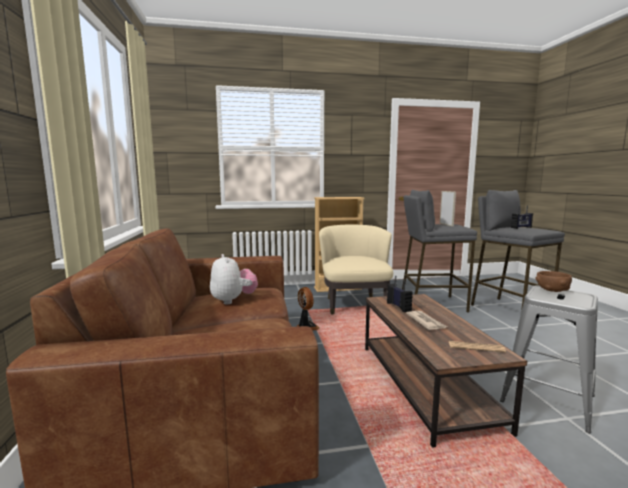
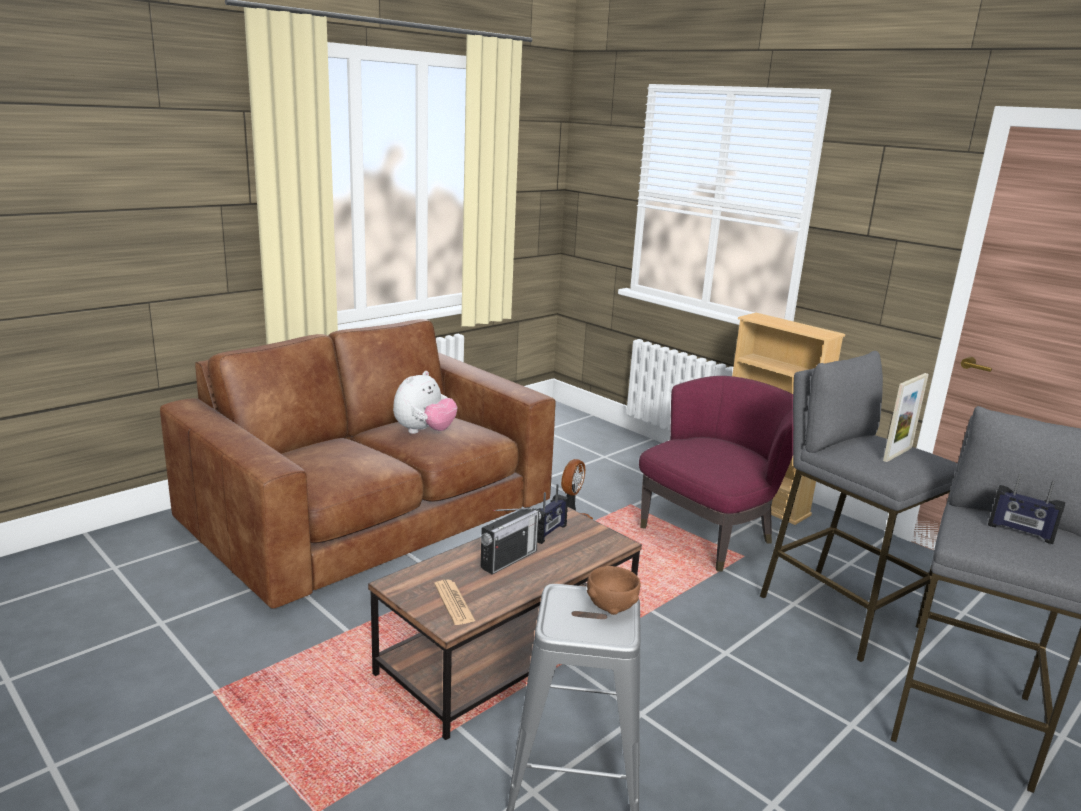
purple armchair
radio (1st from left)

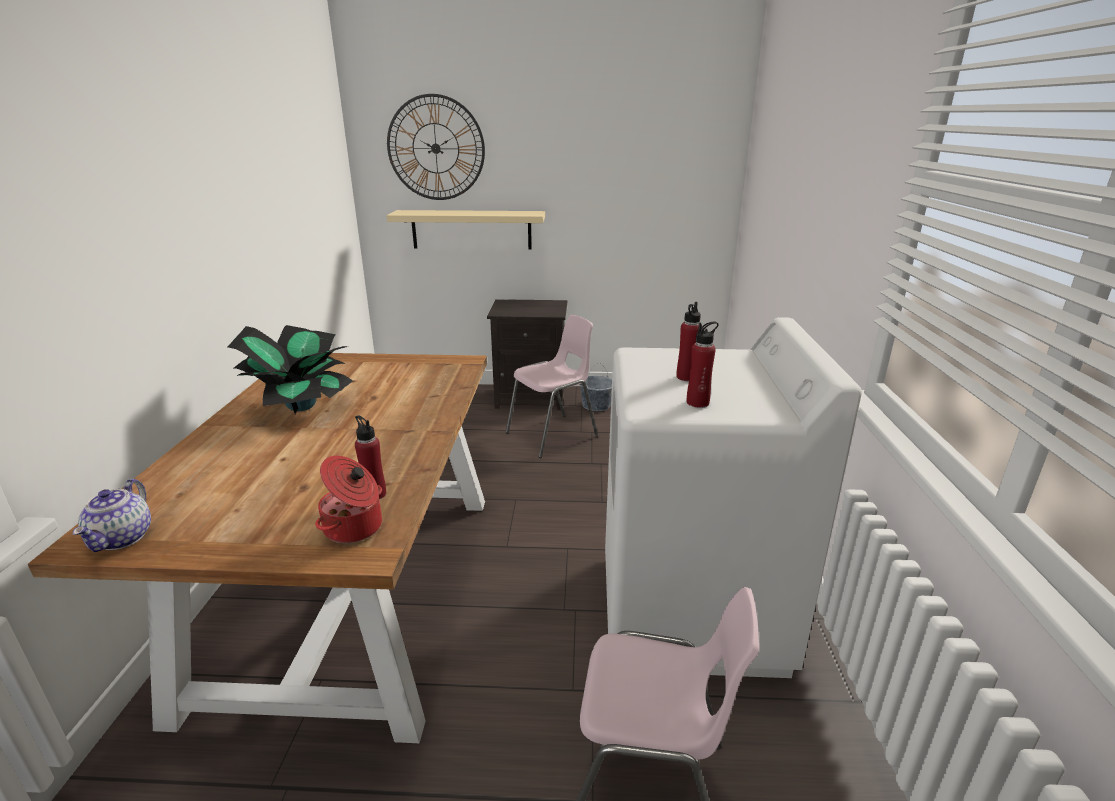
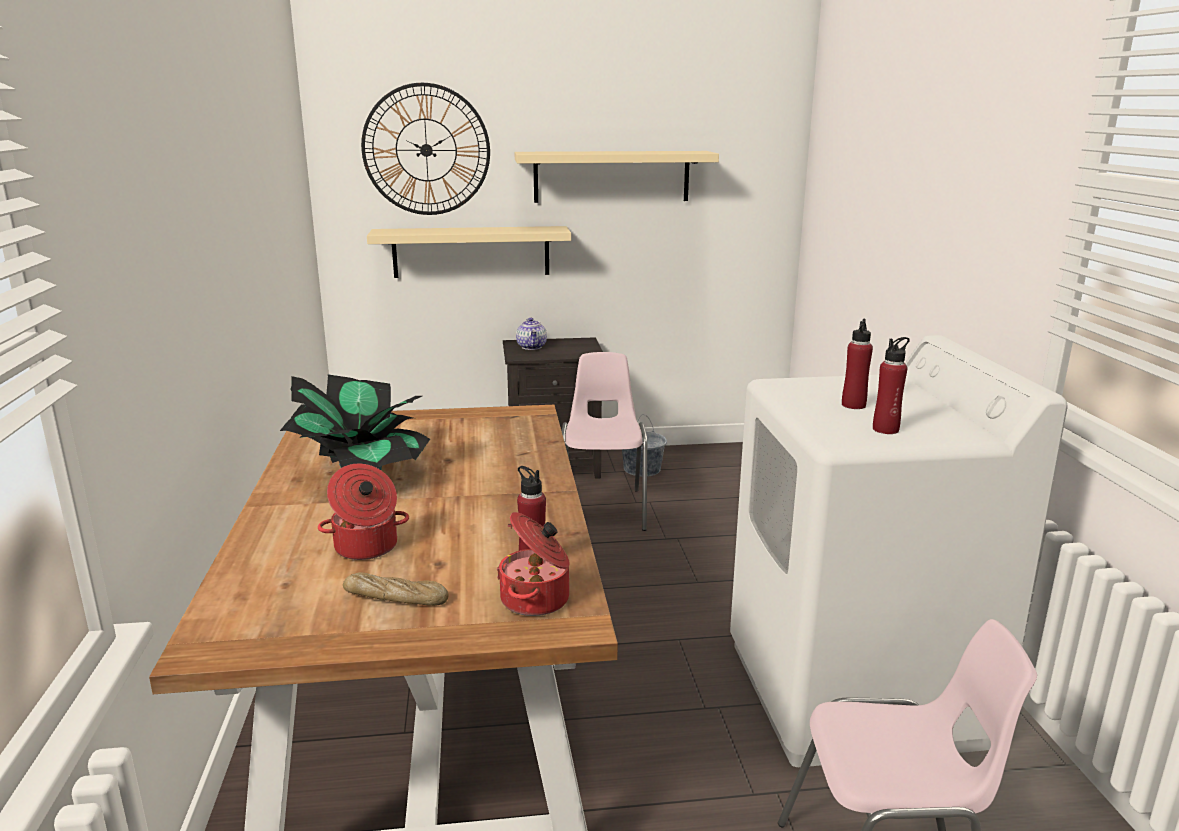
teapot
pink chair (1st from left)
cooking pot (1st from left)
bread
beige shelf (2nd from left)

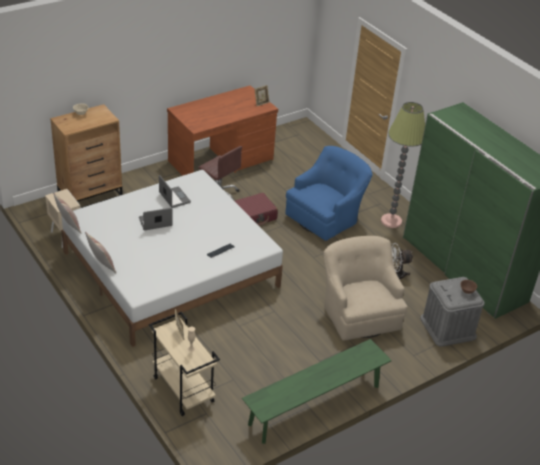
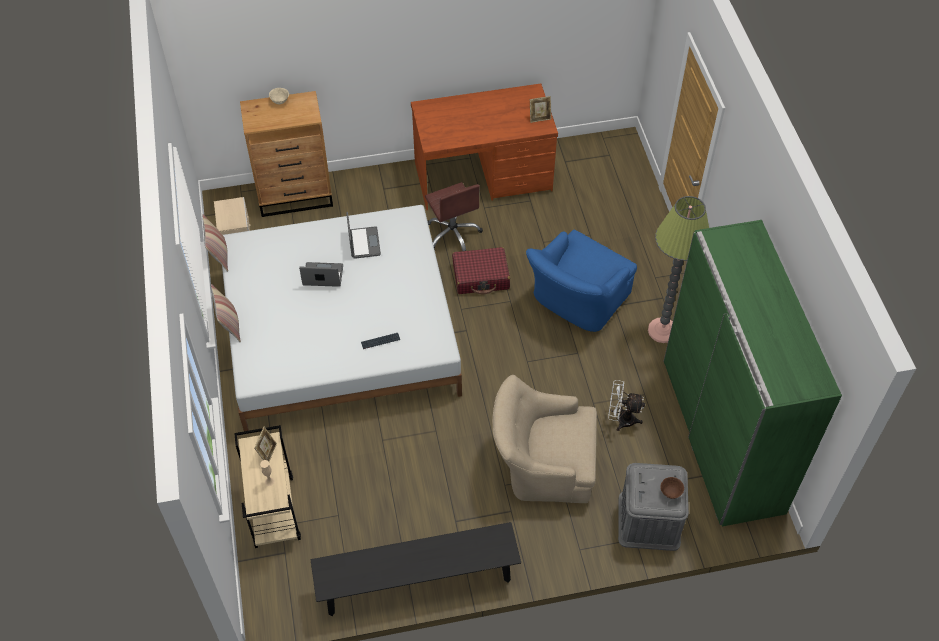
black bench
blue armchair
beige armchair

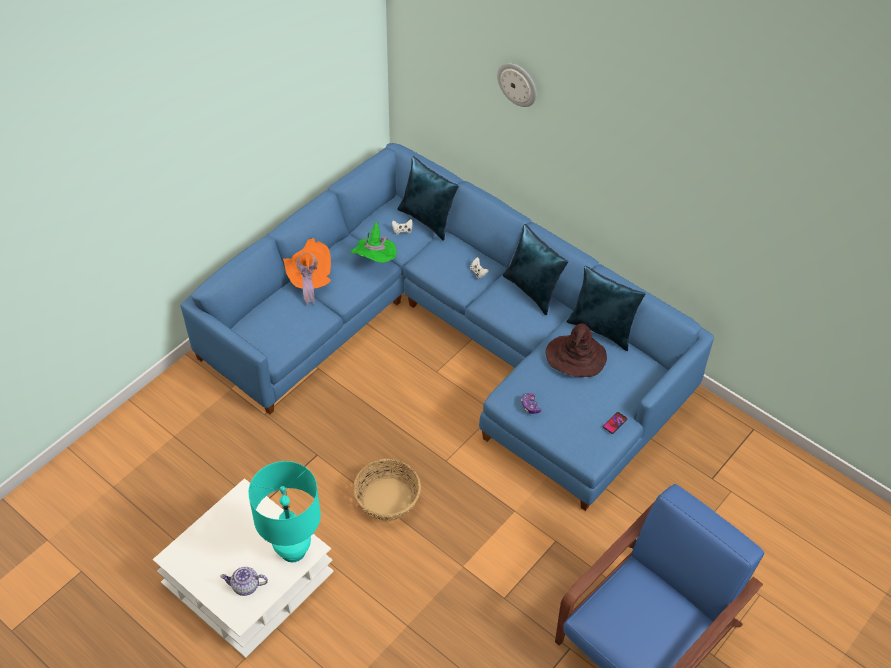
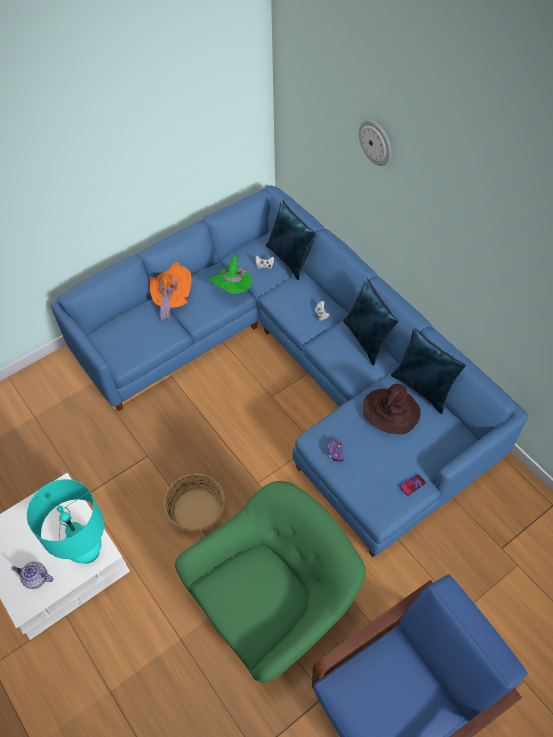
green armchair

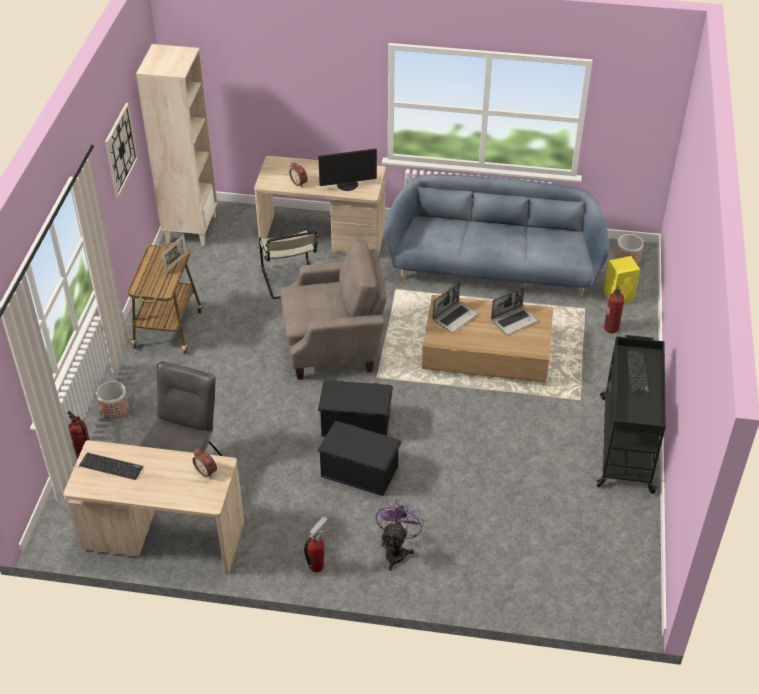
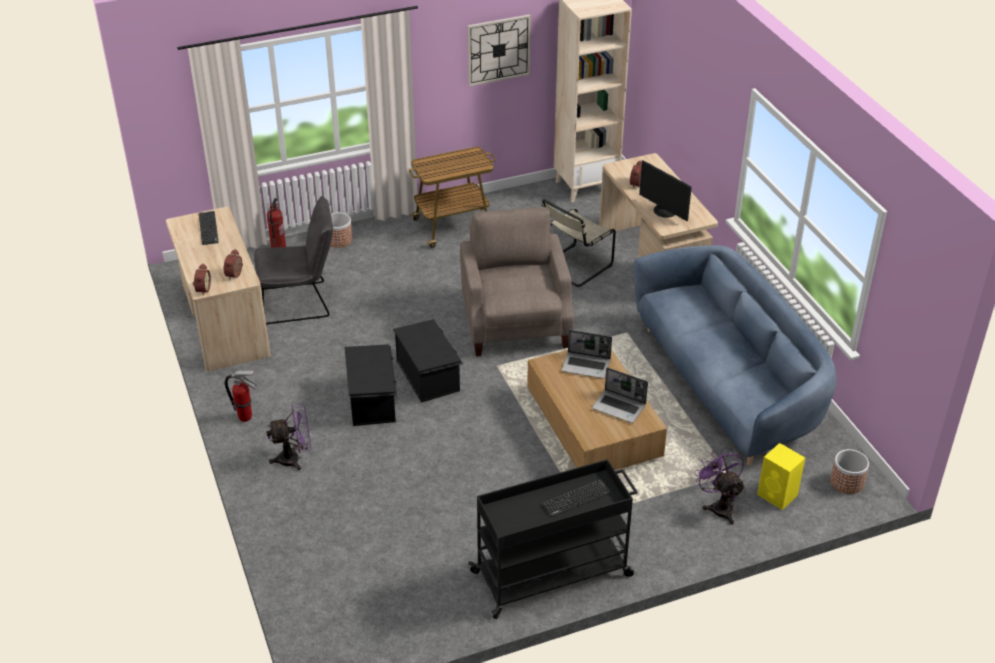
picture frame
beige armchair
purple fan (2nd from left)
alarm clock (1st from left)

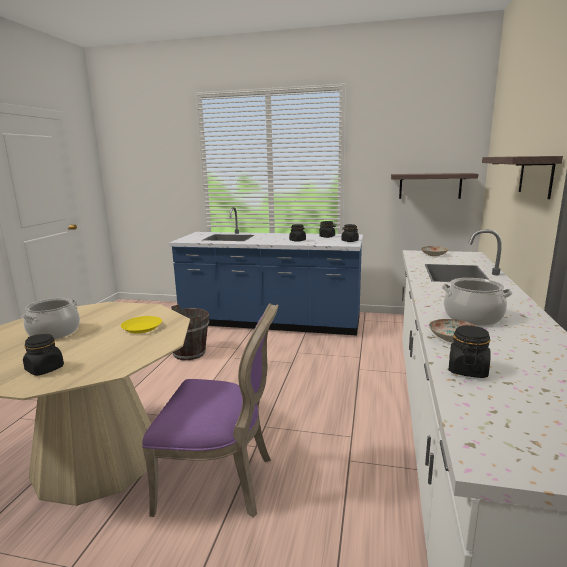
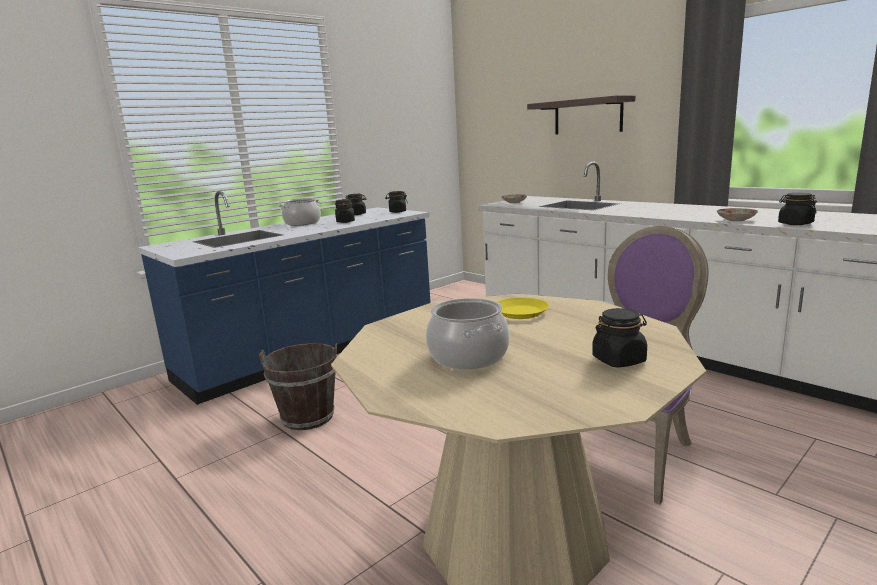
shelf (1st from left in the first image)
cooking pot (1st from left)

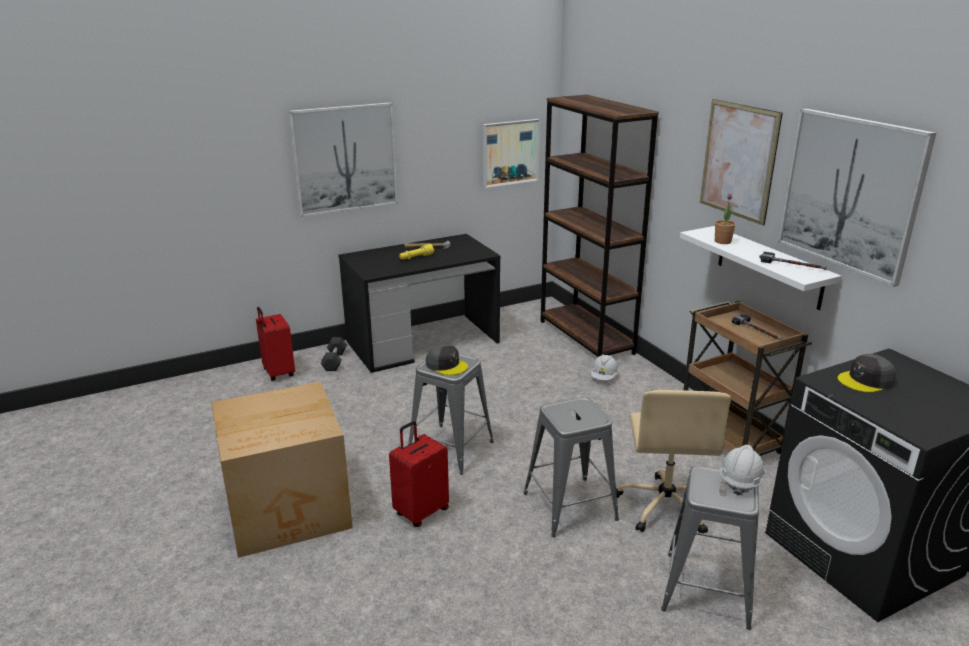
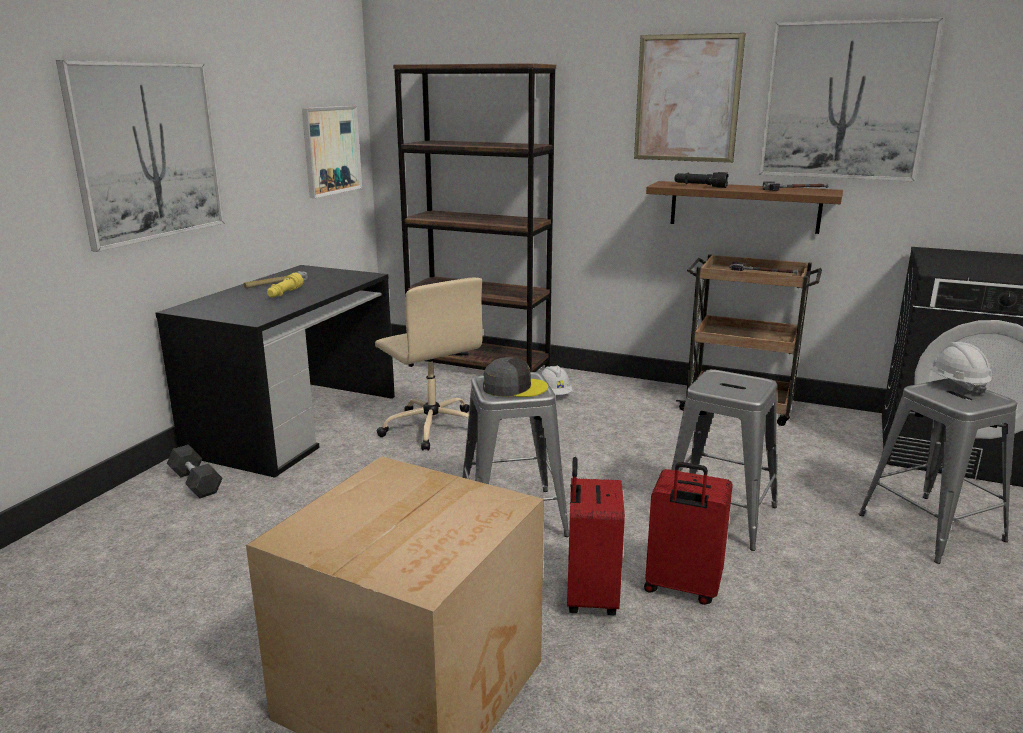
red suitcase (2nd from left)
beige office chair
brown shelf
black flashlight
grey cap (2nd from left in the first image)

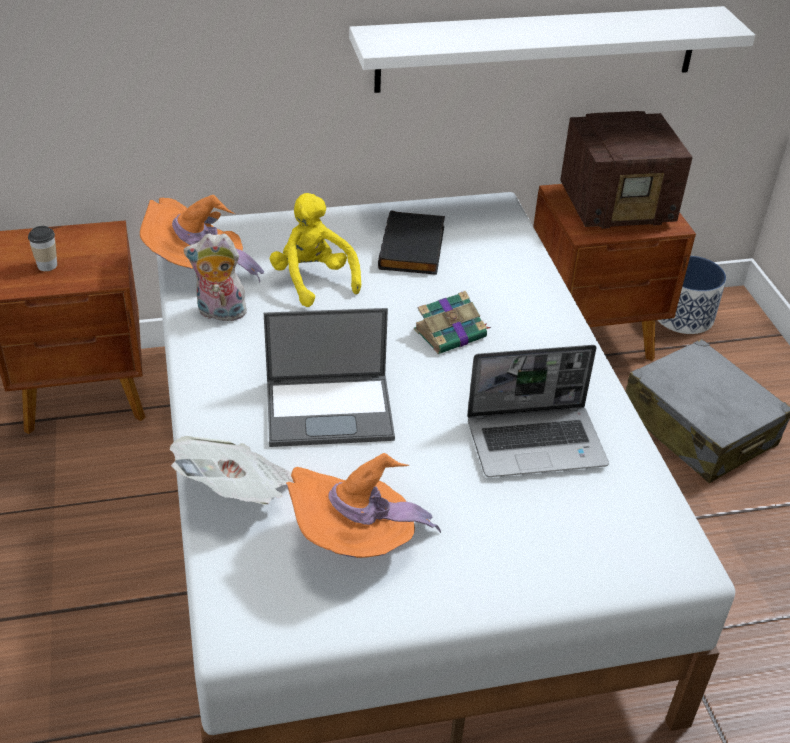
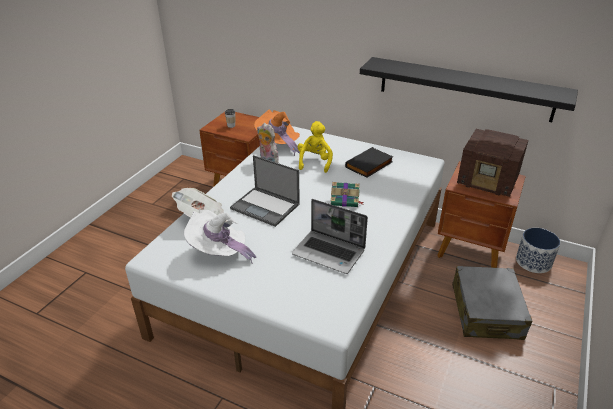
white hat
black shelf

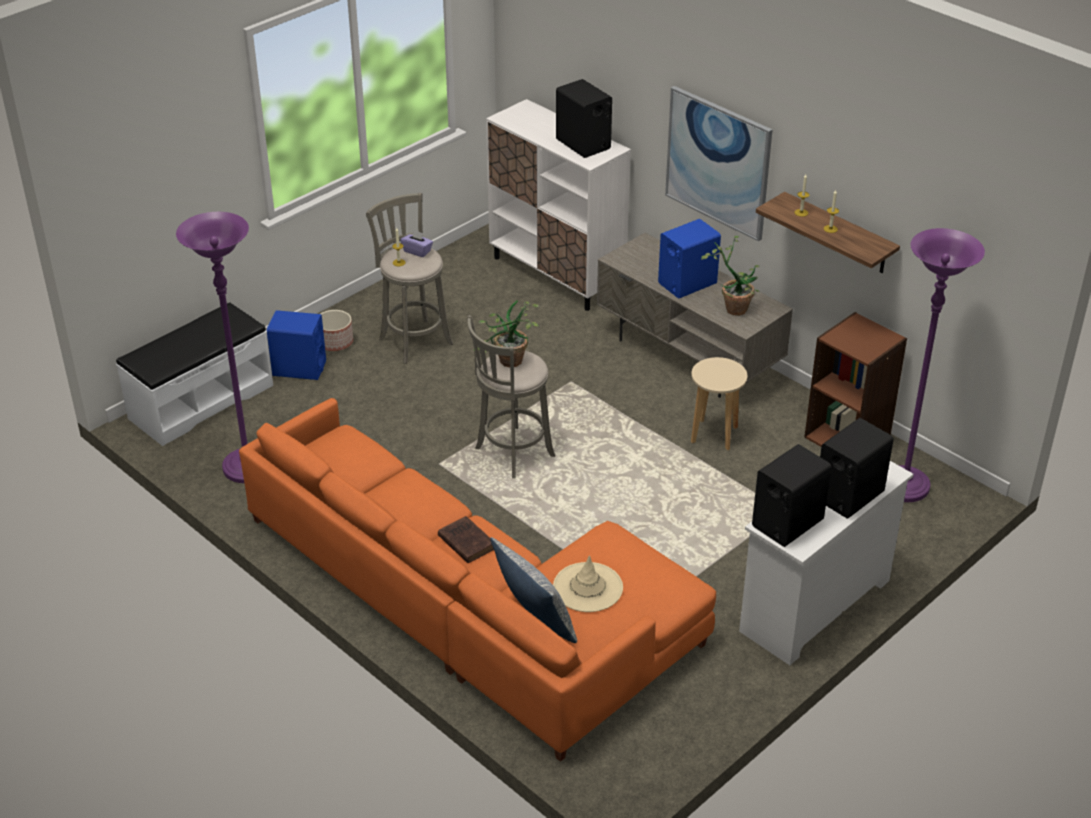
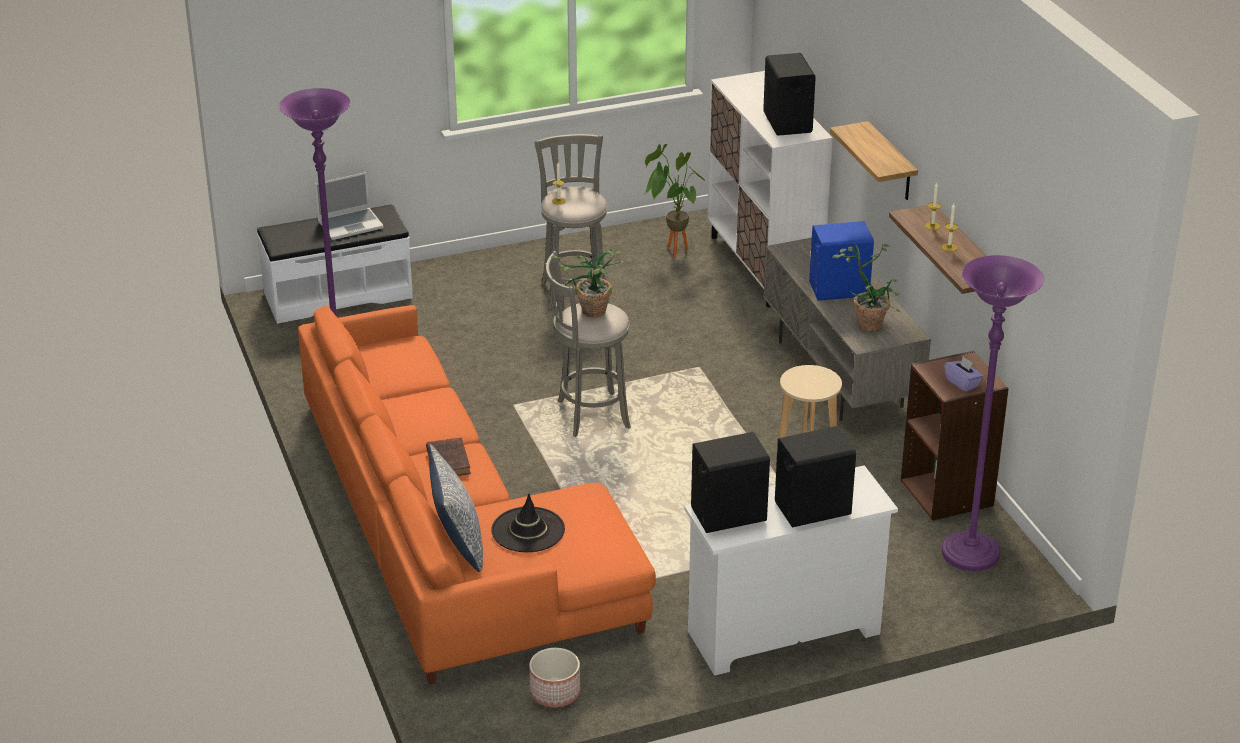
blue speaker (1st from left in the first image)
planter
purple tissue box
black hat
shelf (1st from left)
laptop
potted plant (2nd from left)

